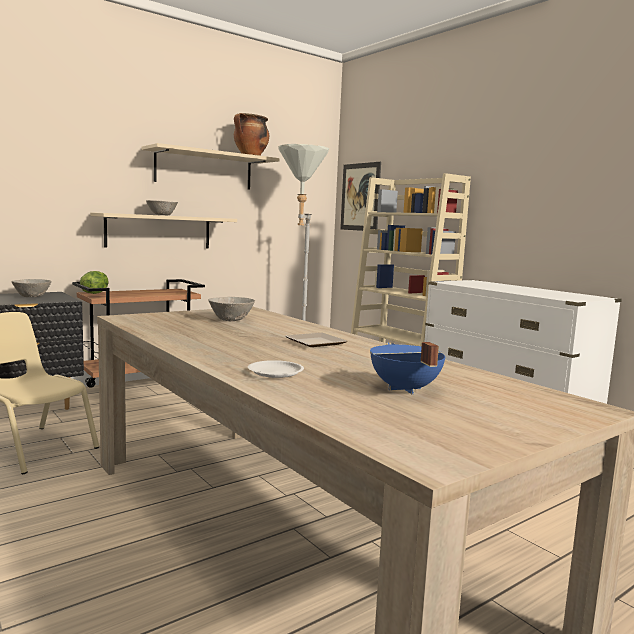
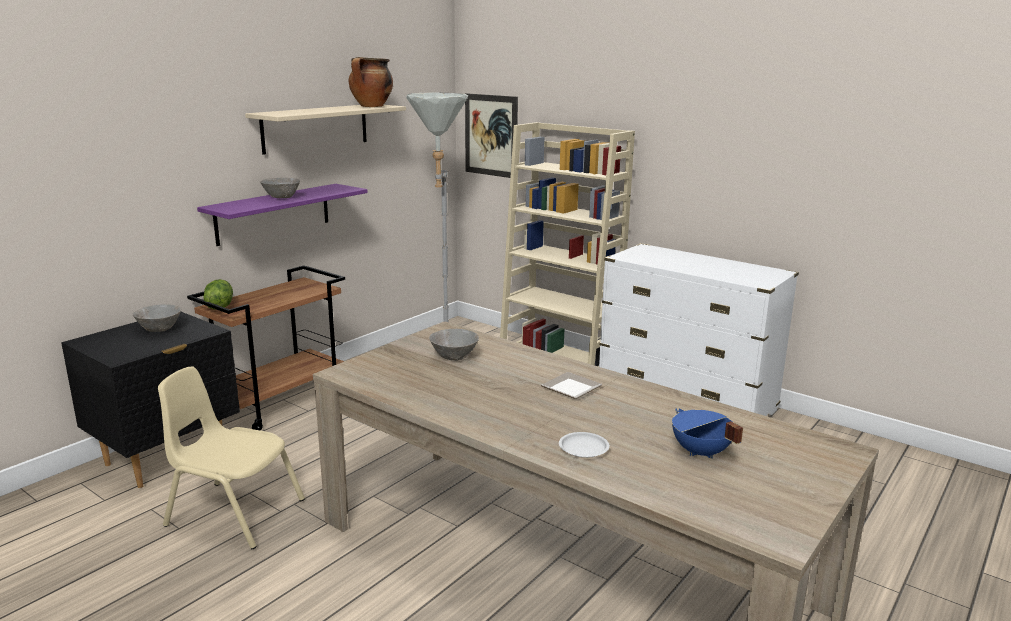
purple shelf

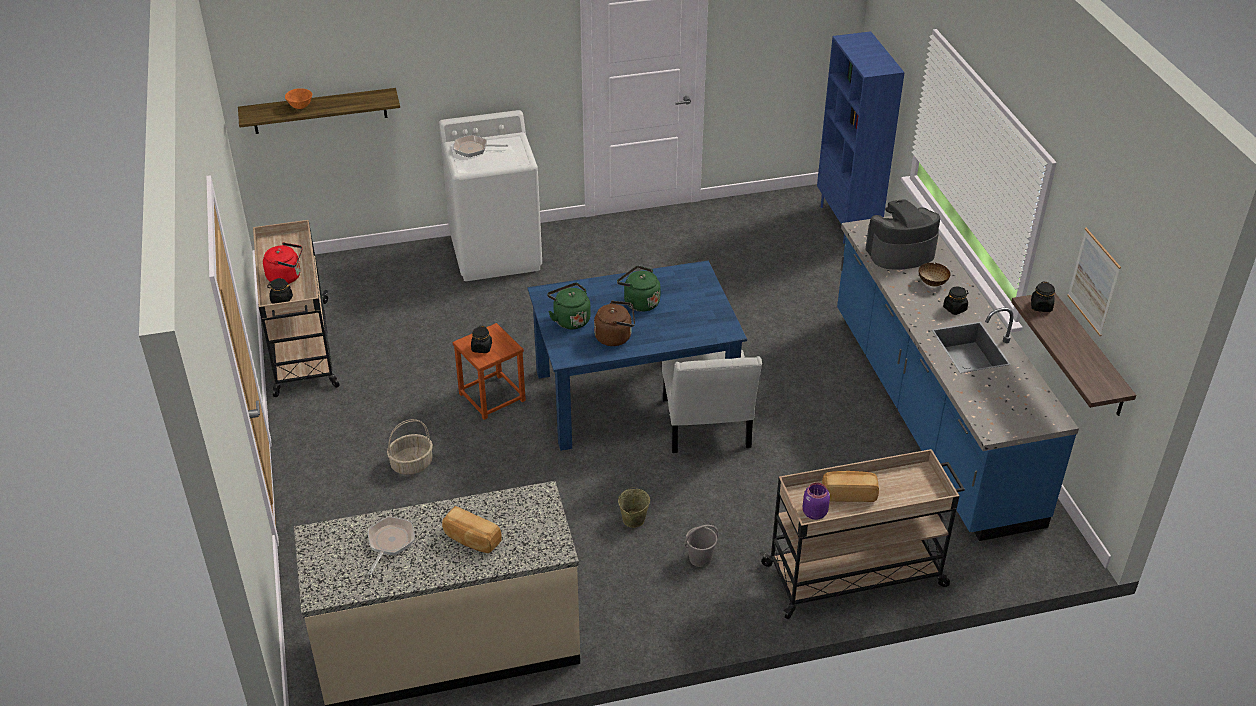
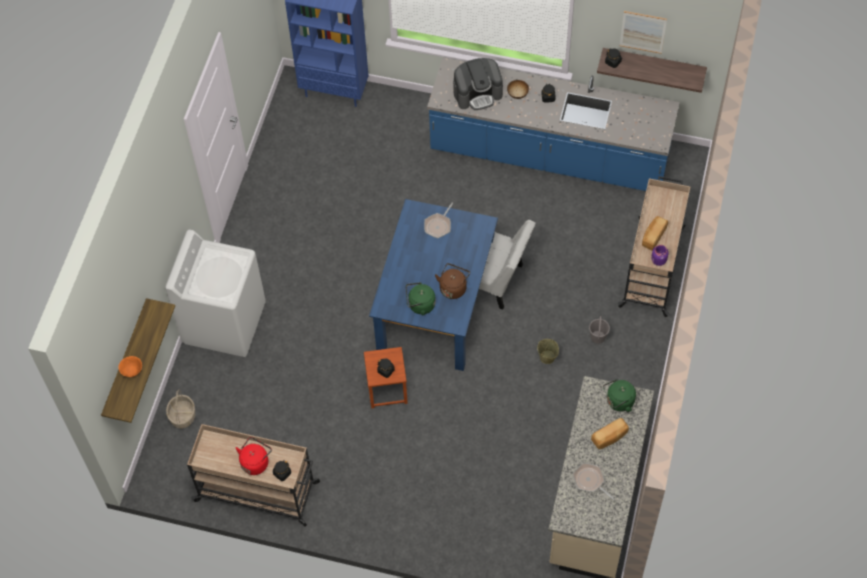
basket
frying pan (1st from left)
green kettle (2nd from left)
coffee machine

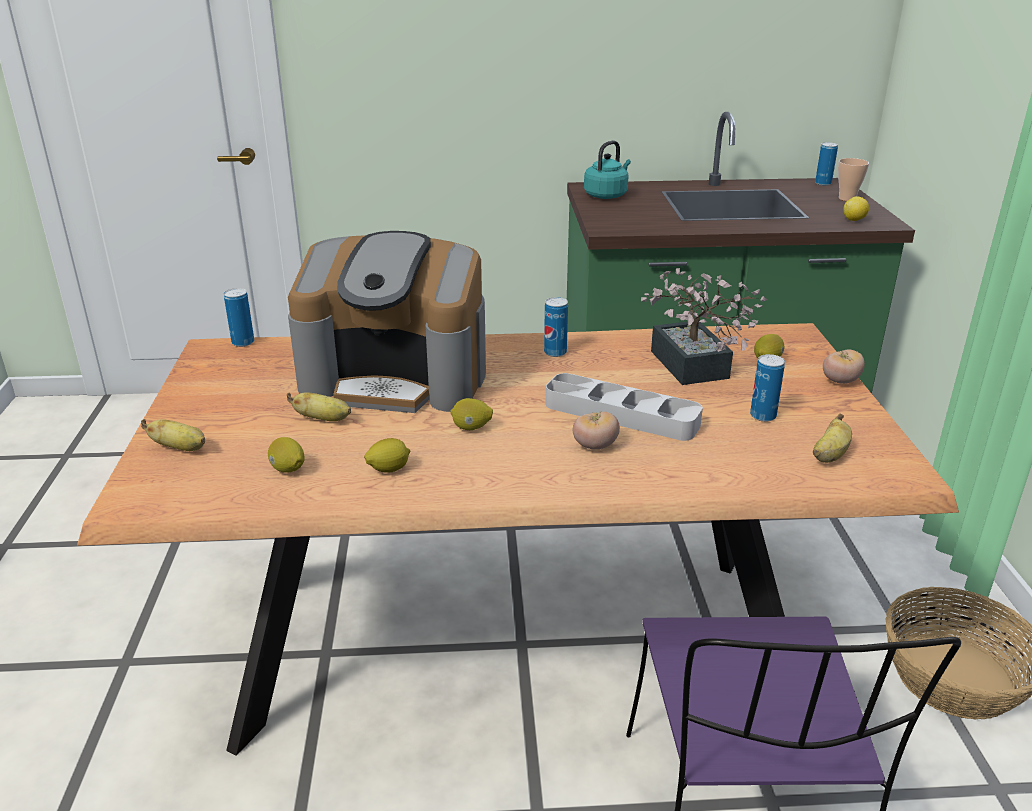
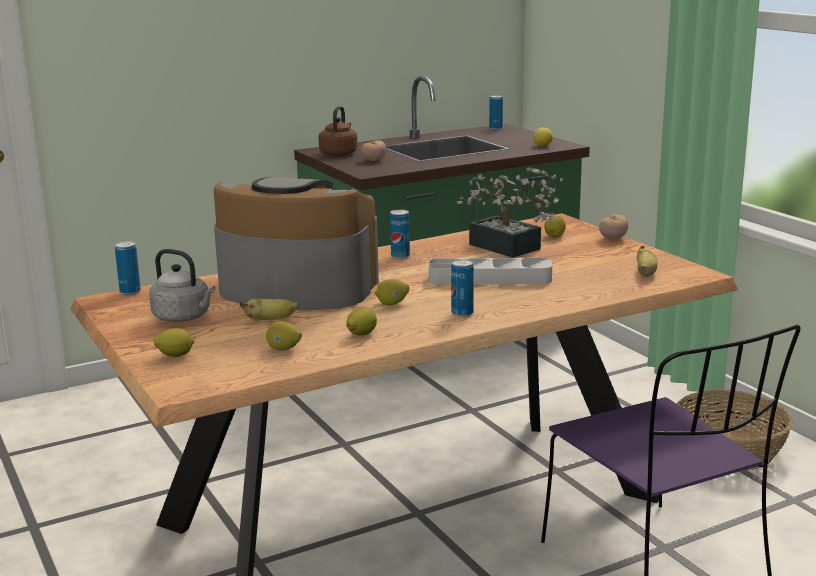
lemon (1st from left)
coffee machine
tomato (1st from left)
brown kettle
can (3rd from left)
cup
grey kettle

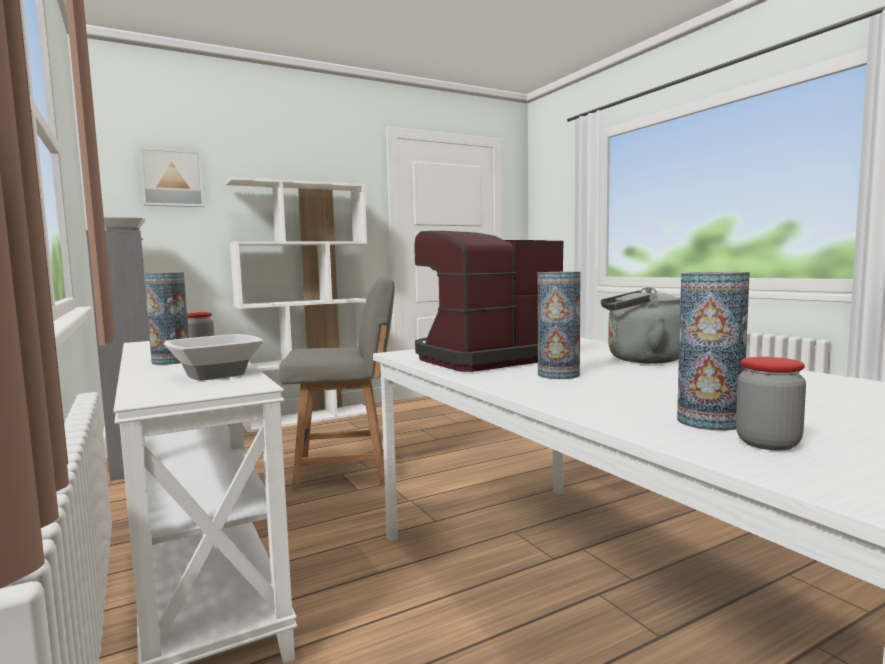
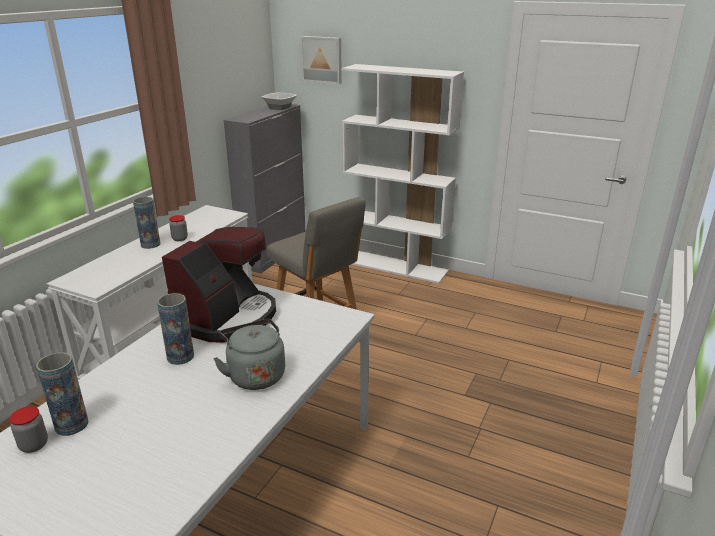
bowl (2nd from left in the first image)
coffee machine

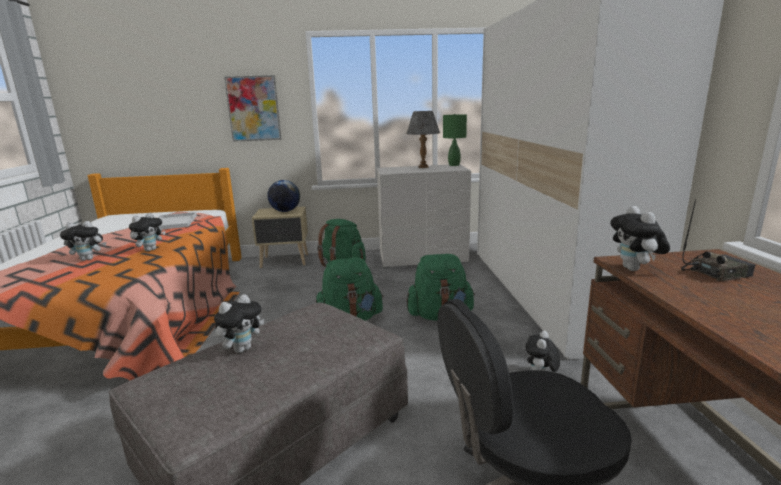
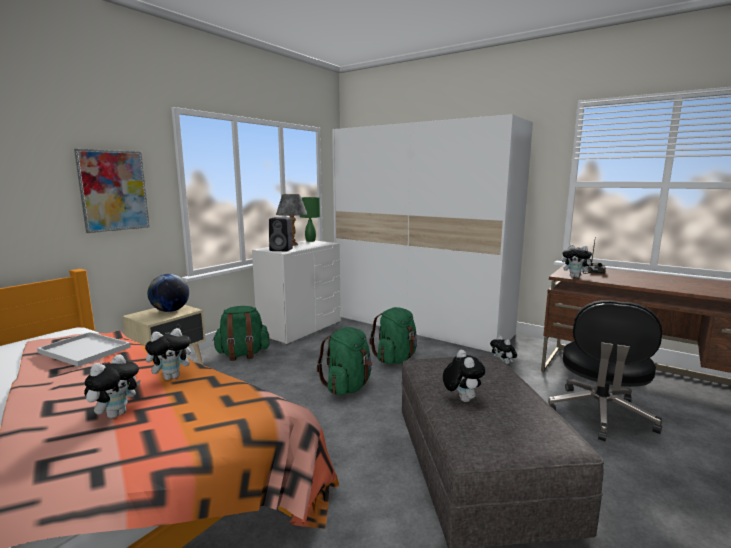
plush toy (2nd from left)
black speaker

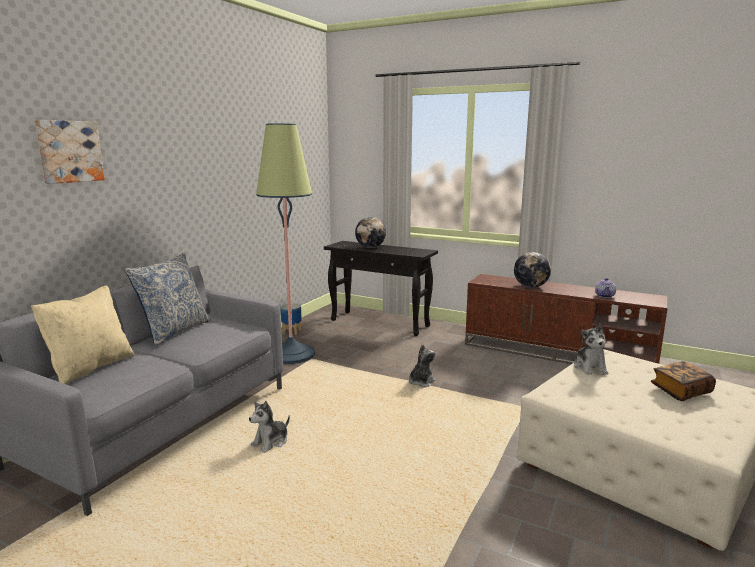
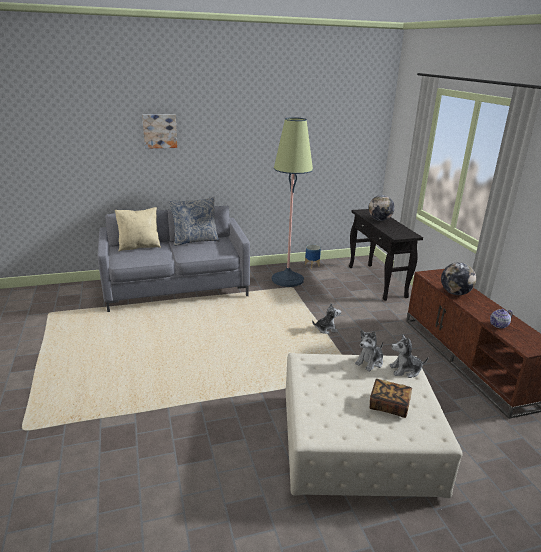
plush toy (3rd from left)

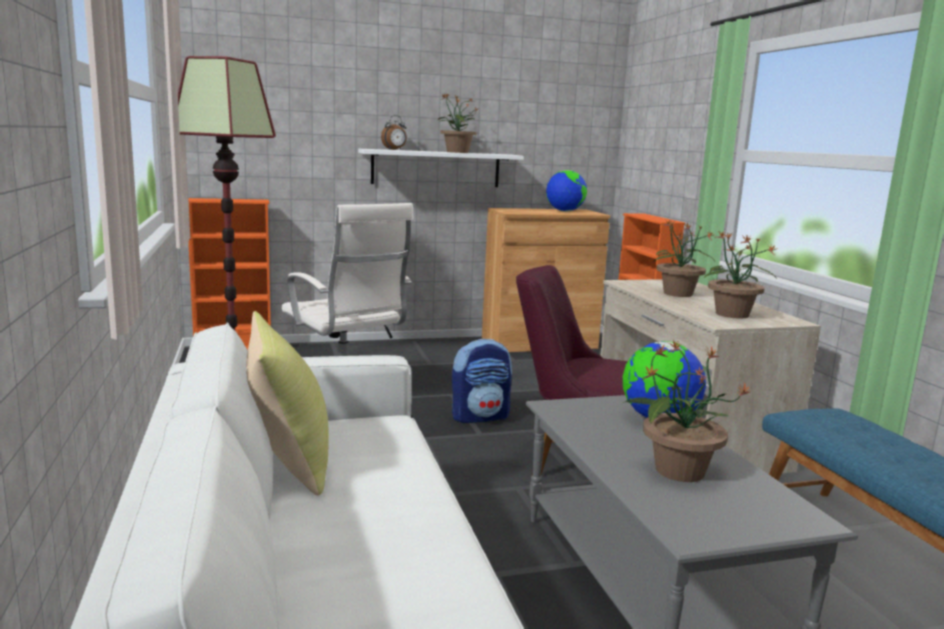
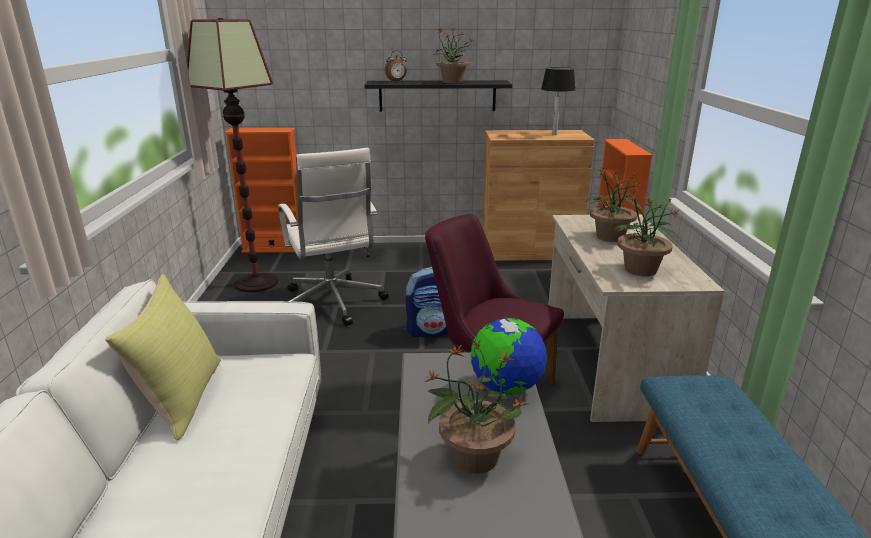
black shelf
table lamp

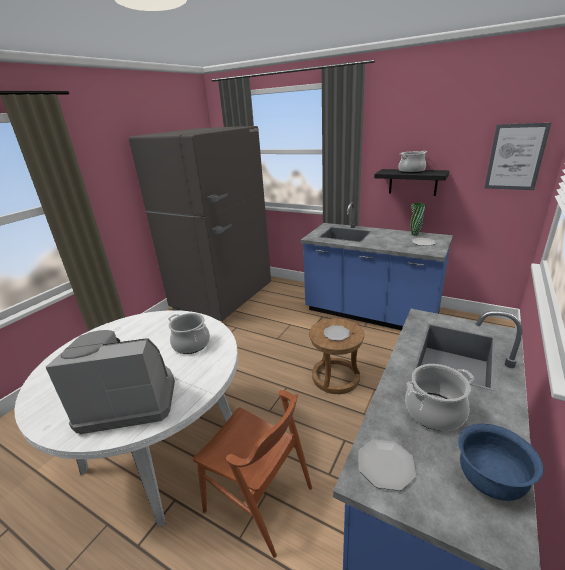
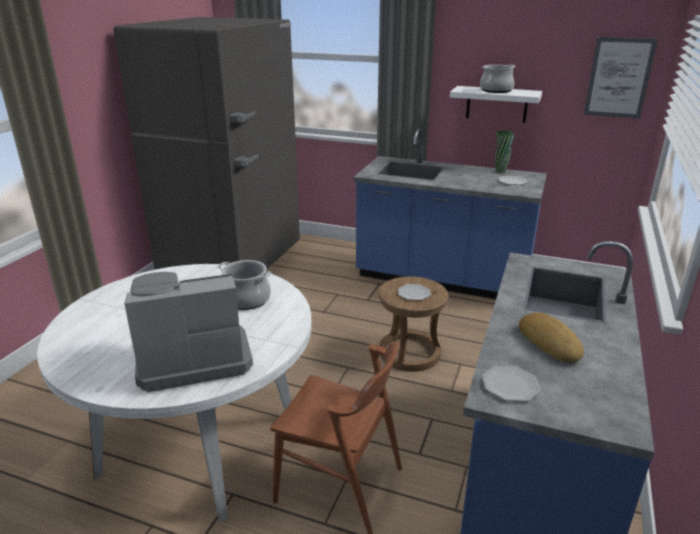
white shelf
bread
blue bowl

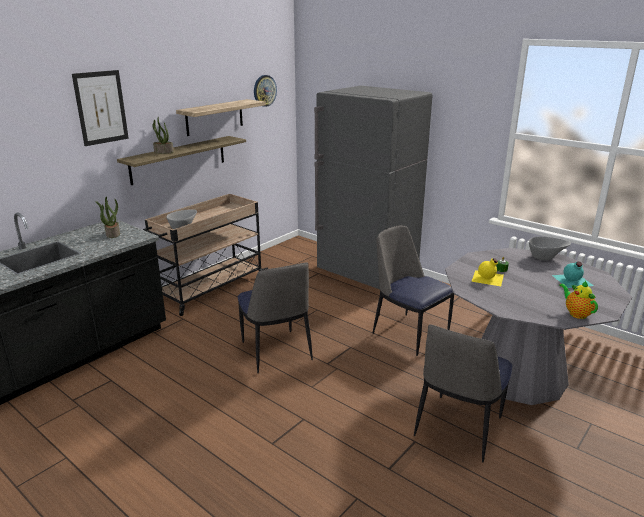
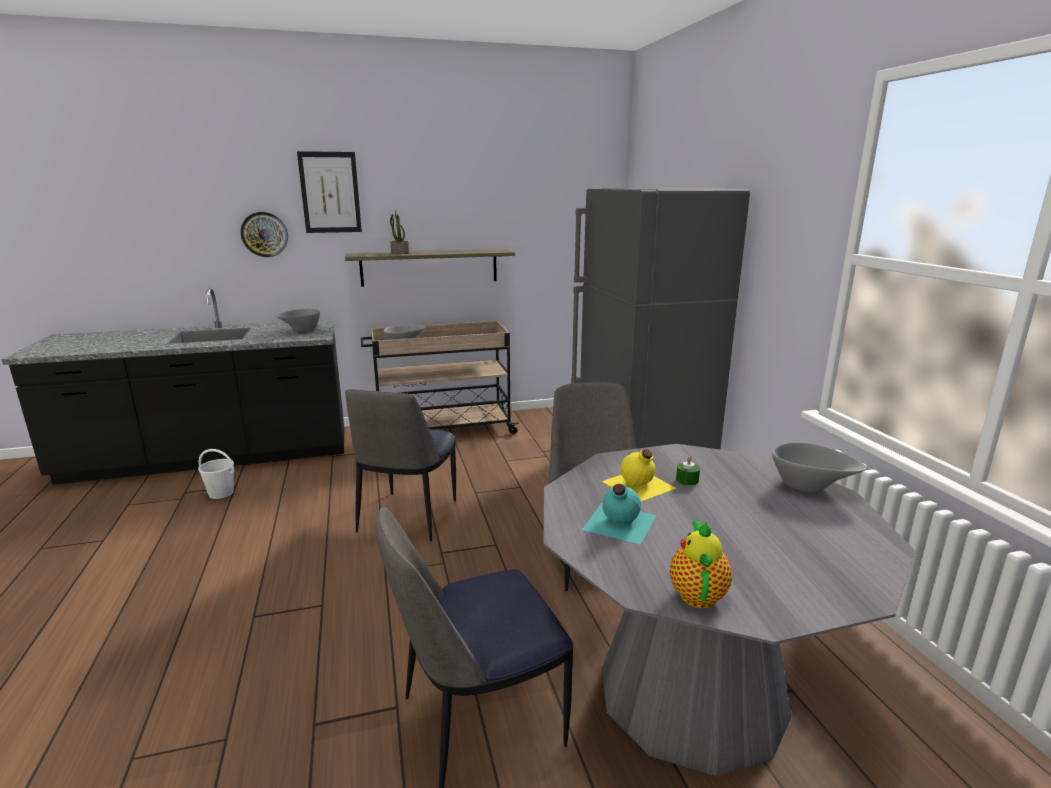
grey bowl (1st from left)
shelf (2nd from left in the first image)
wall clock
turquoise bottle
white bucket

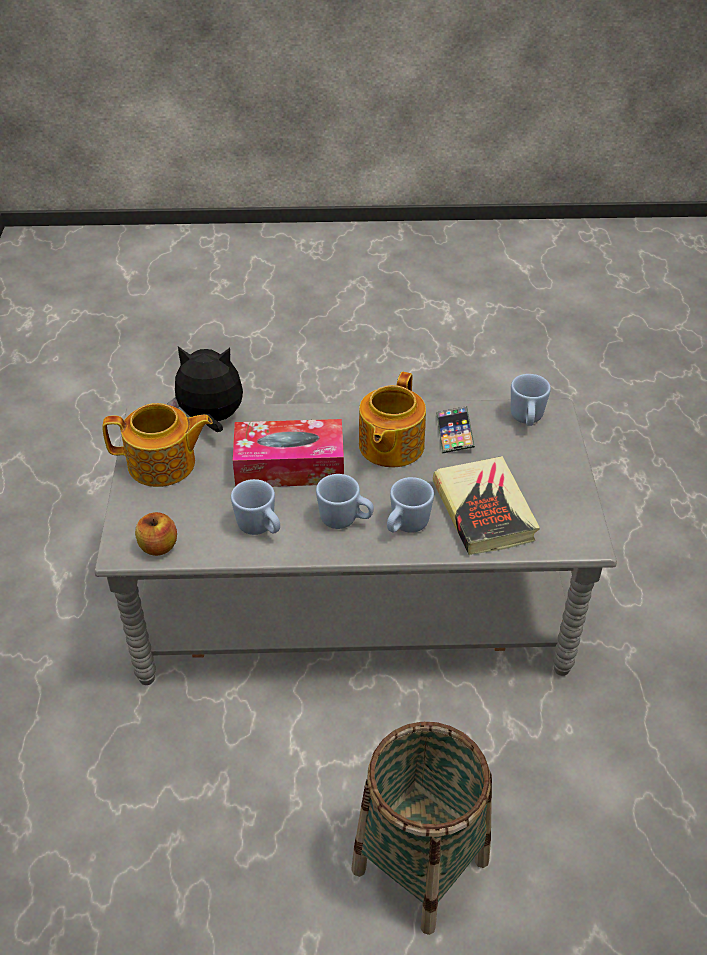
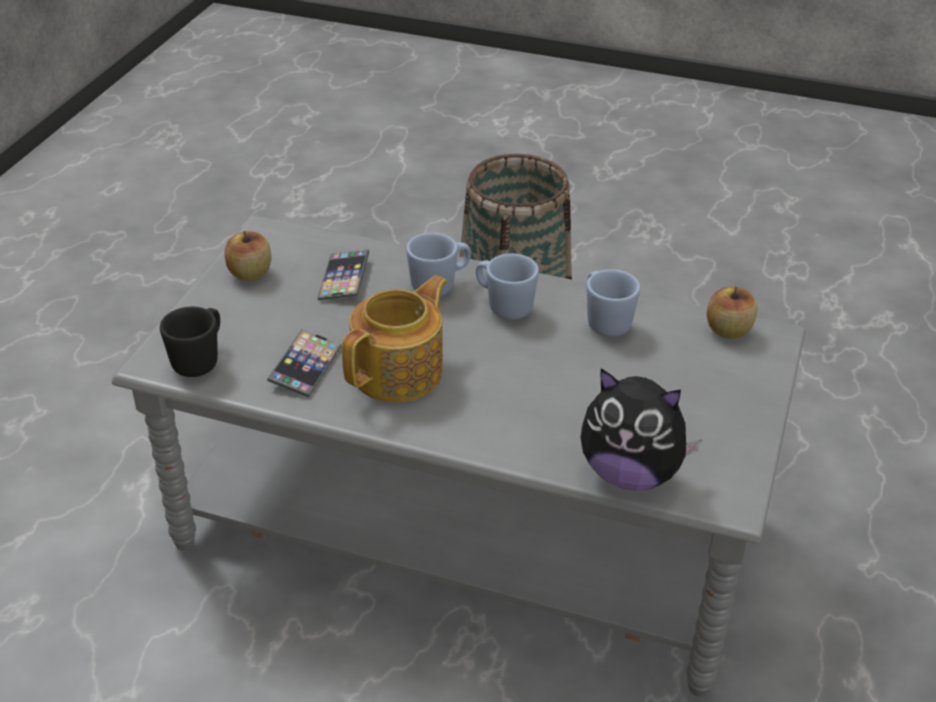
teapot (1st from left in the first image)
tissue box
phone (2nd from left)
black mug
apple (1st from left)

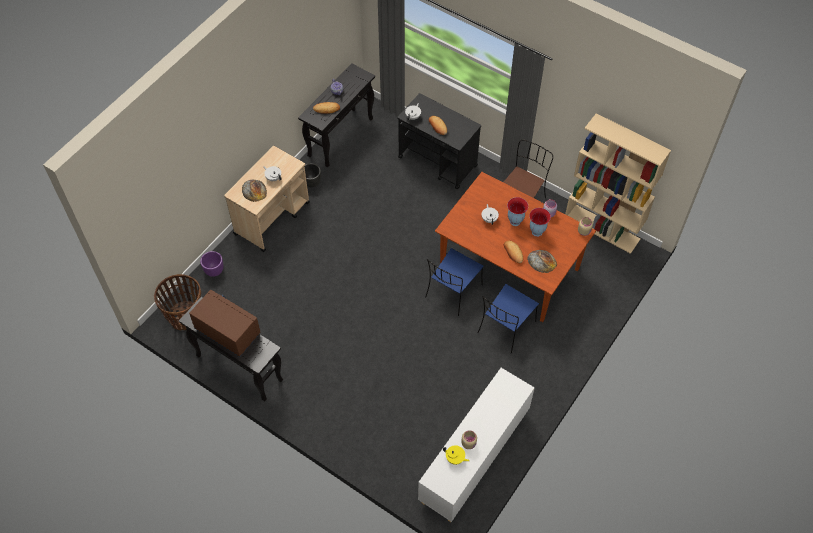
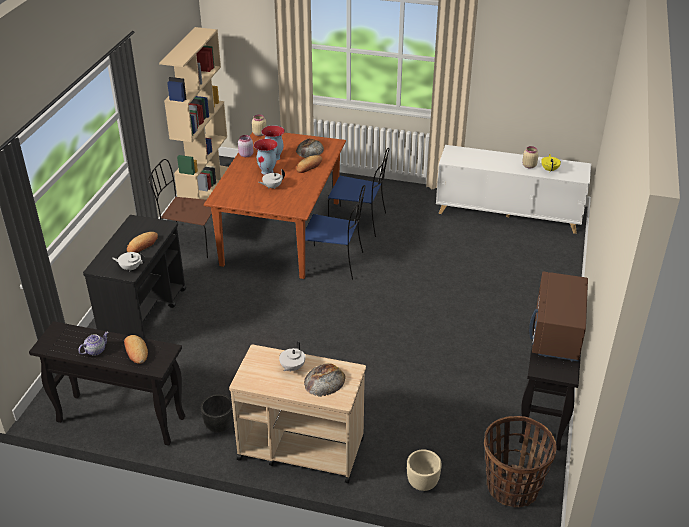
beige planter

